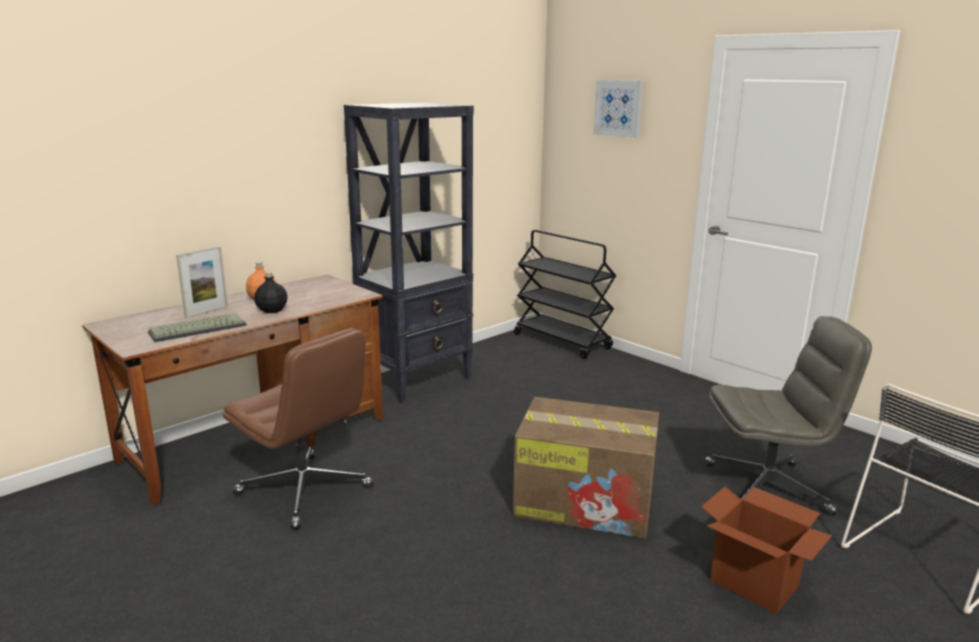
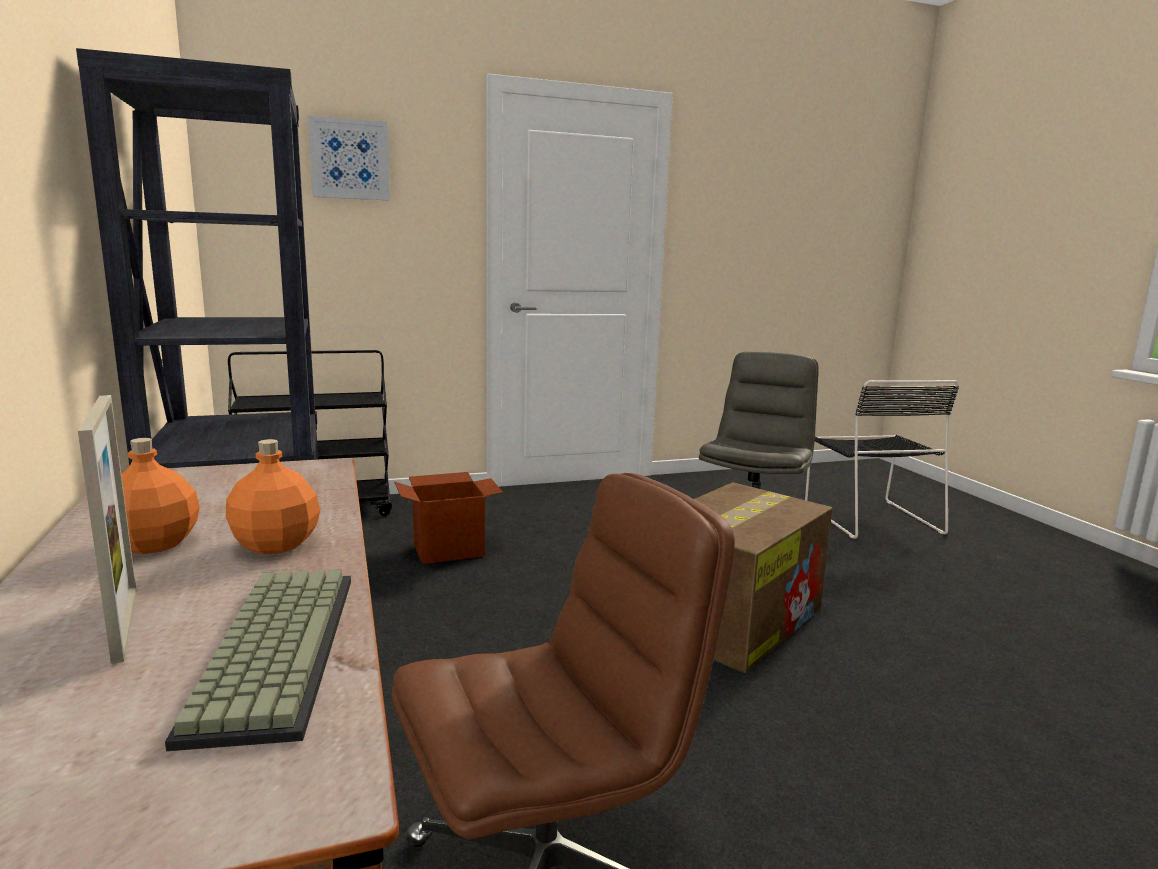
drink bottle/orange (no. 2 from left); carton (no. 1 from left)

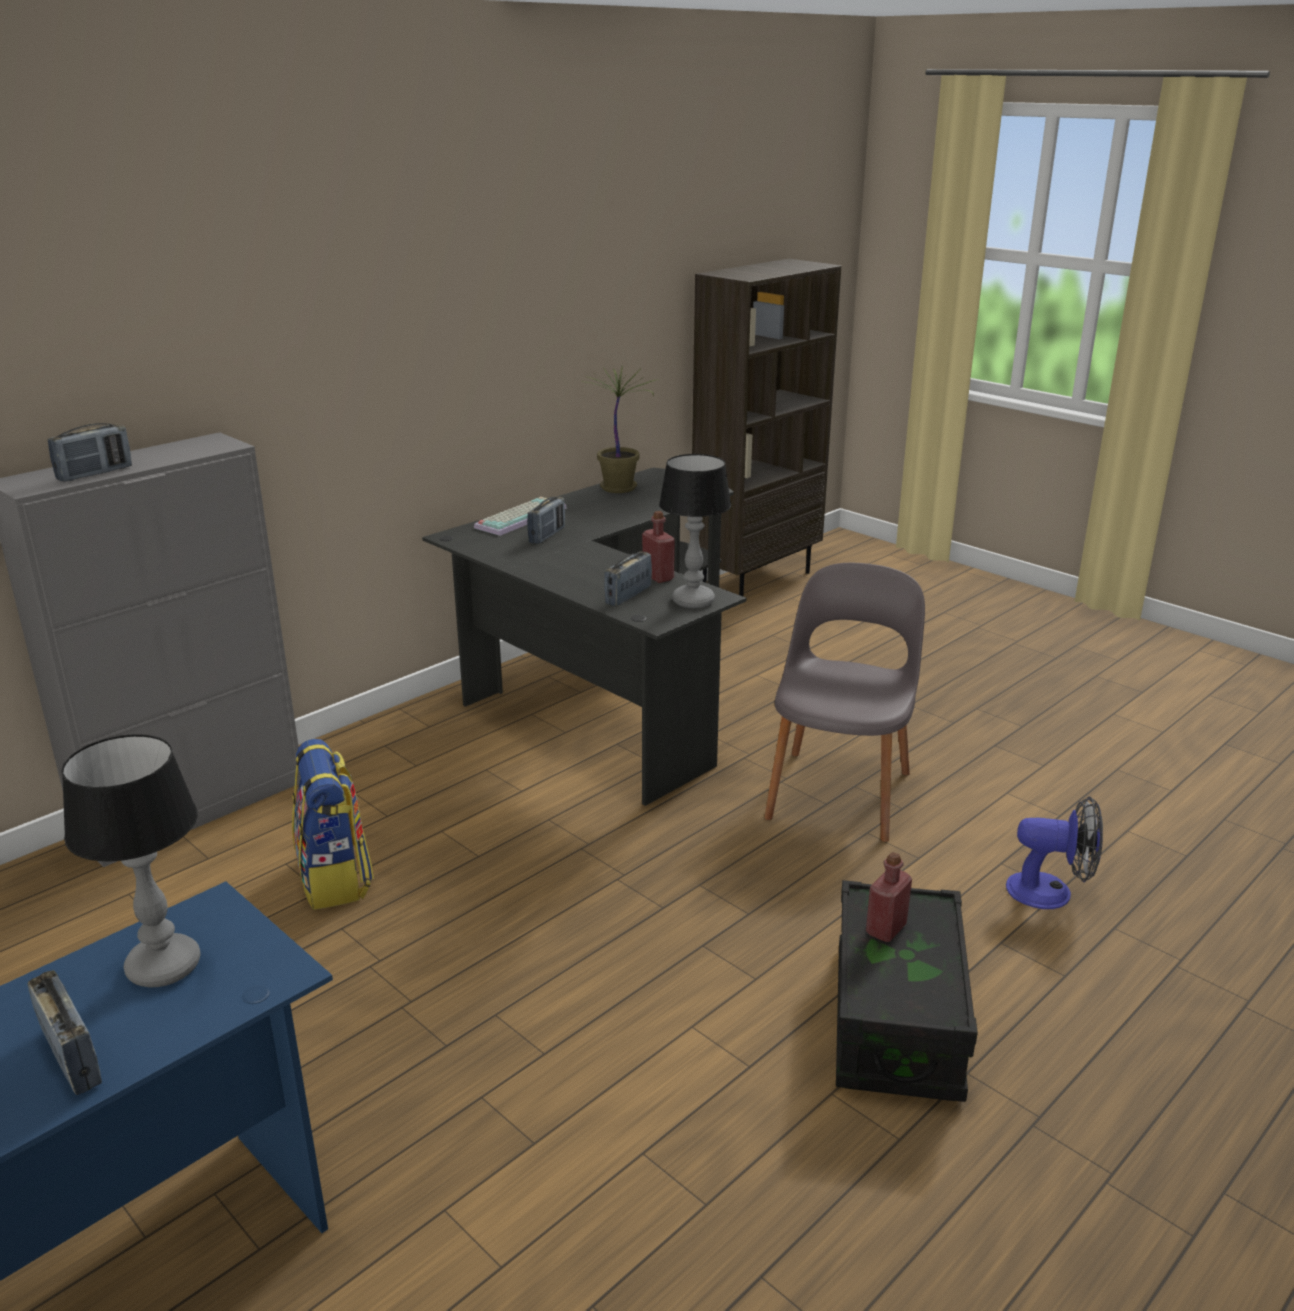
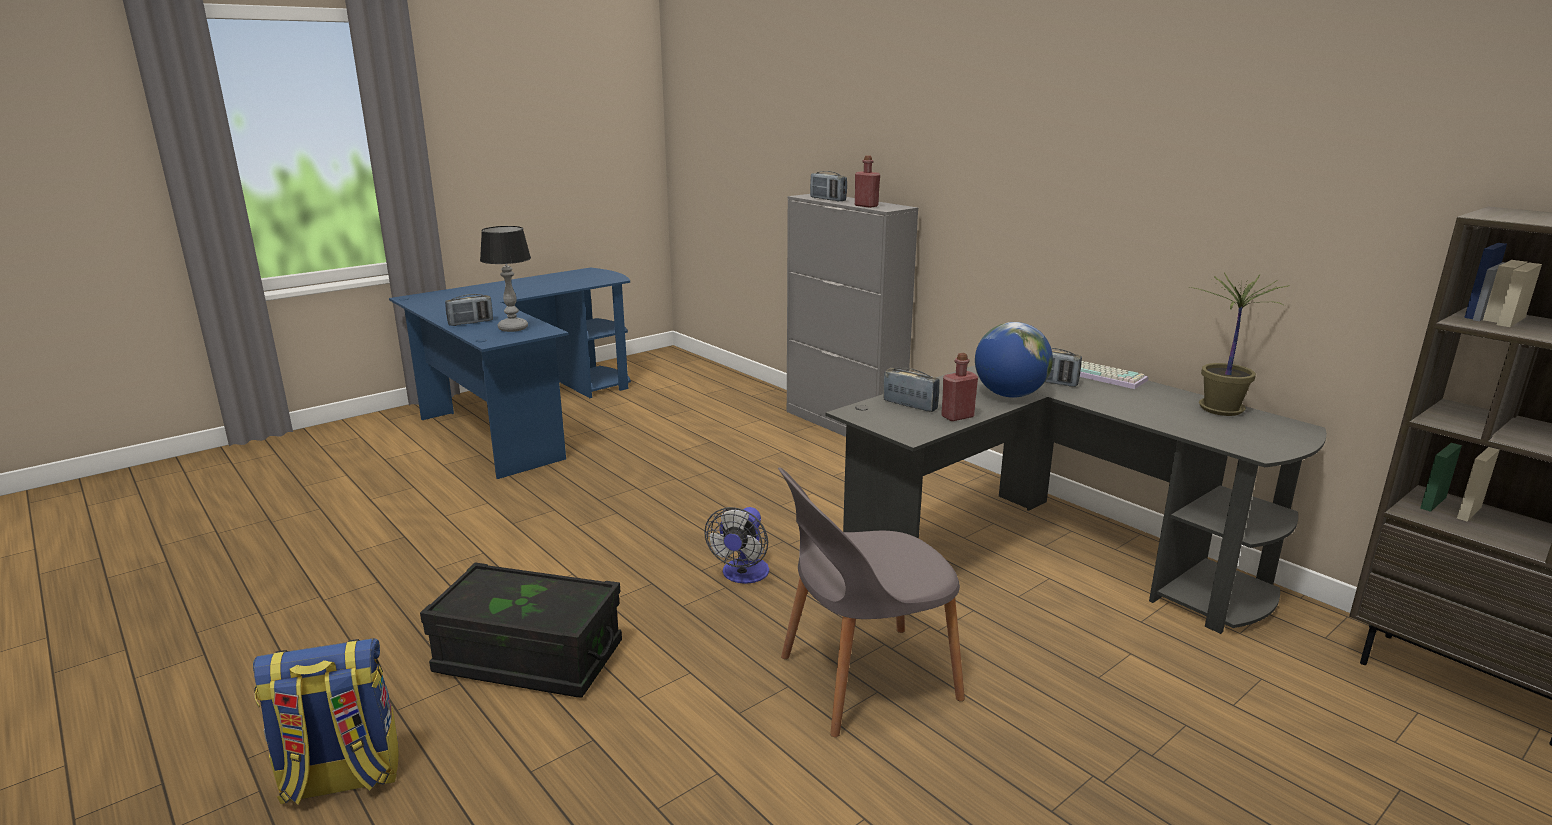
rucksack; table lamp (no. 2 from left in the first image); plain chair/grey; drink bottle/red-coloured (no. 1 from left); electric fan; world globe

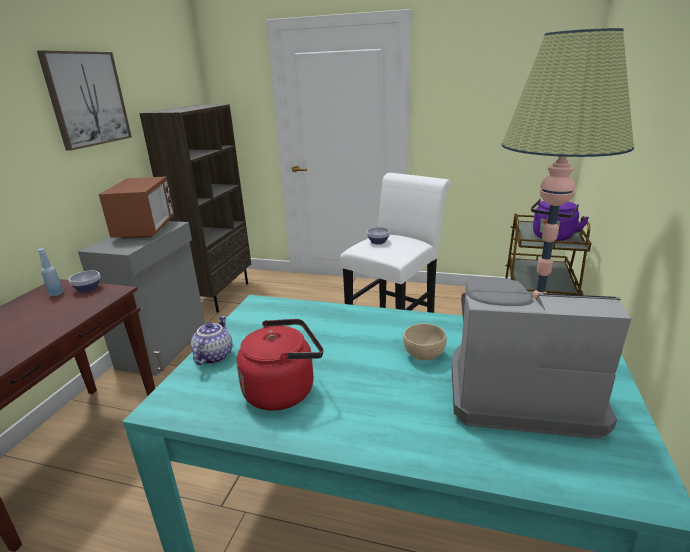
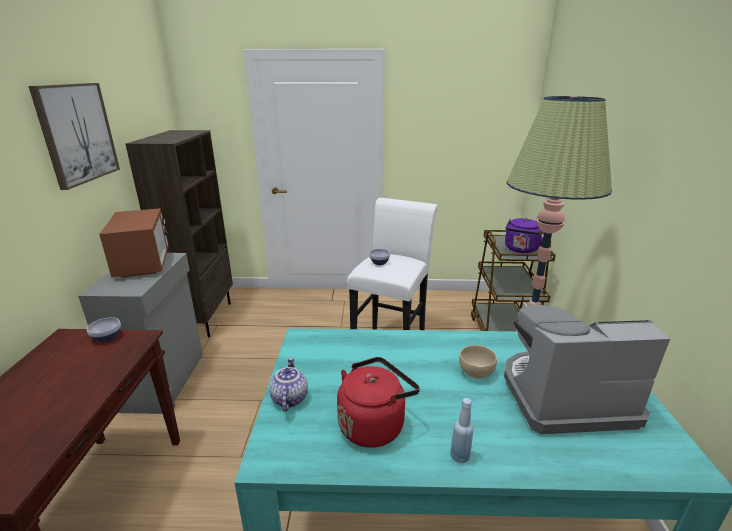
drink bottle/bluish

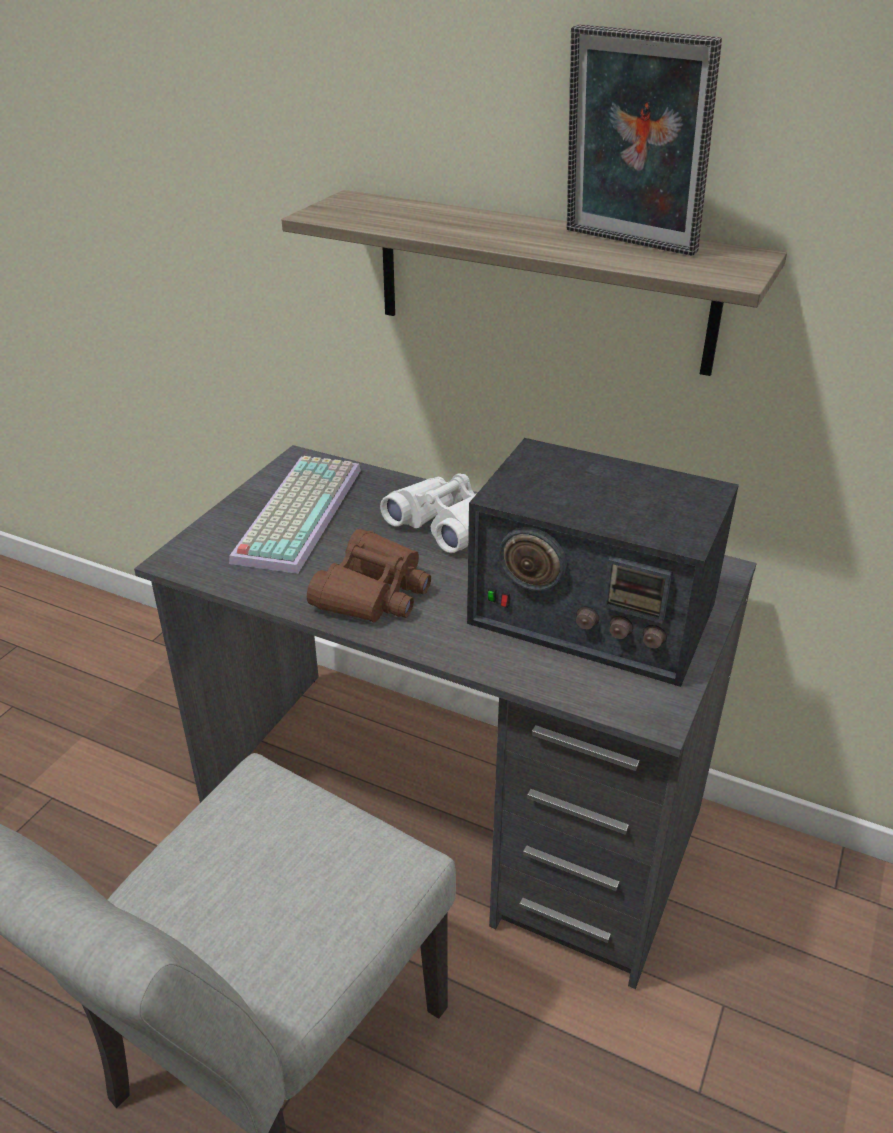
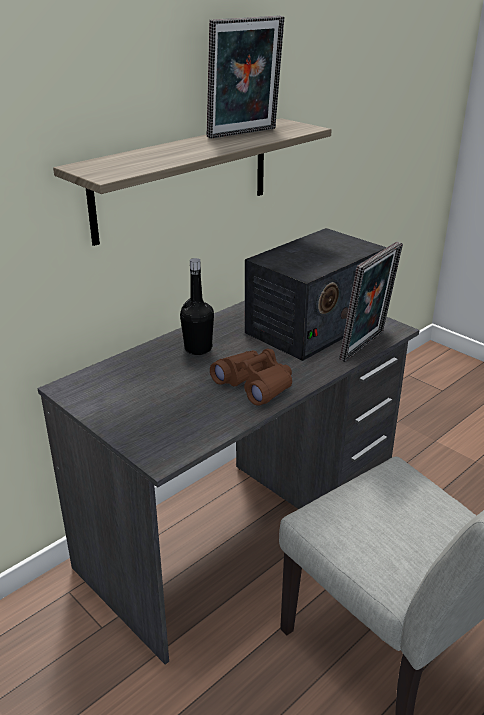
PC keyboard; drink bottle/blackish; picture frame (no. 2 from left)

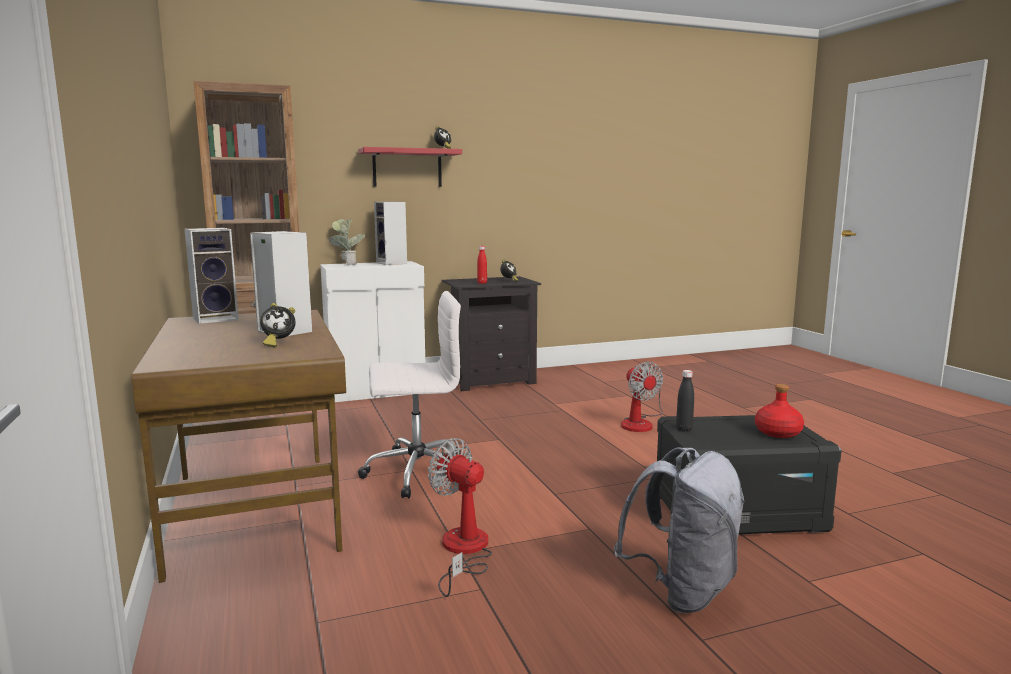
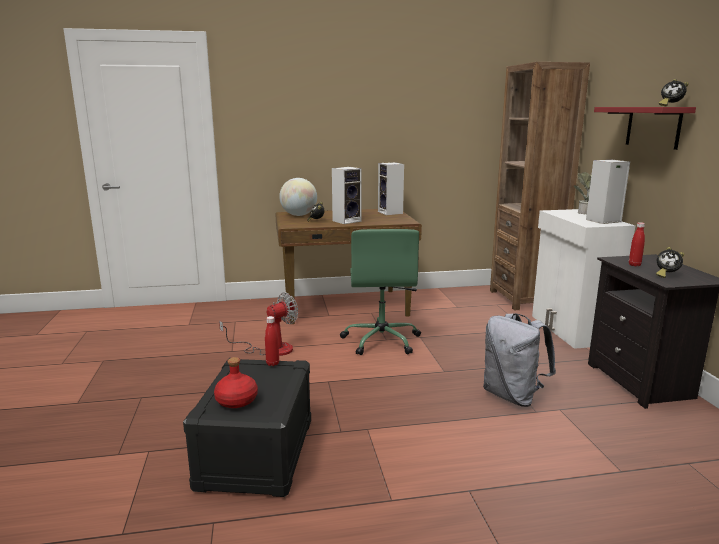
desk chair/green-coloured; rucksack/grey; electric fan (no. 2 from left in the first image); drink bottle/red-coloured (no. 2 from left); world globe

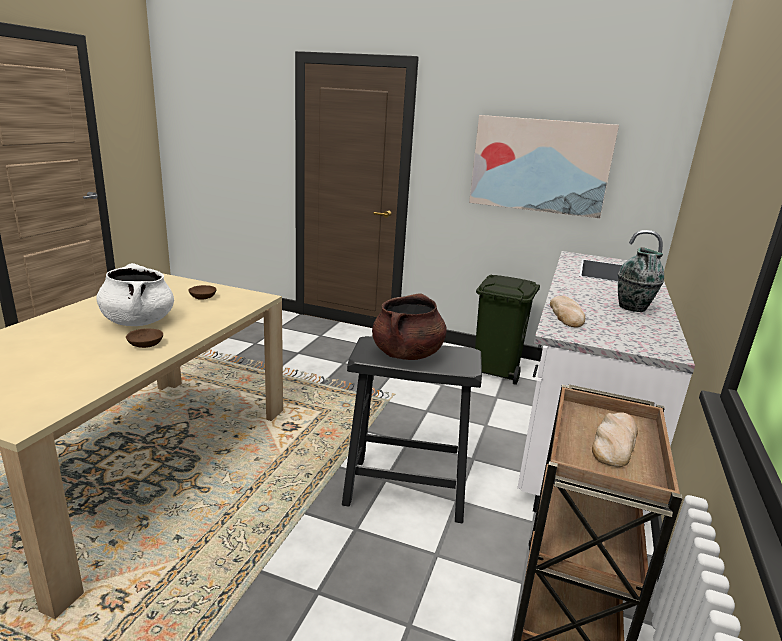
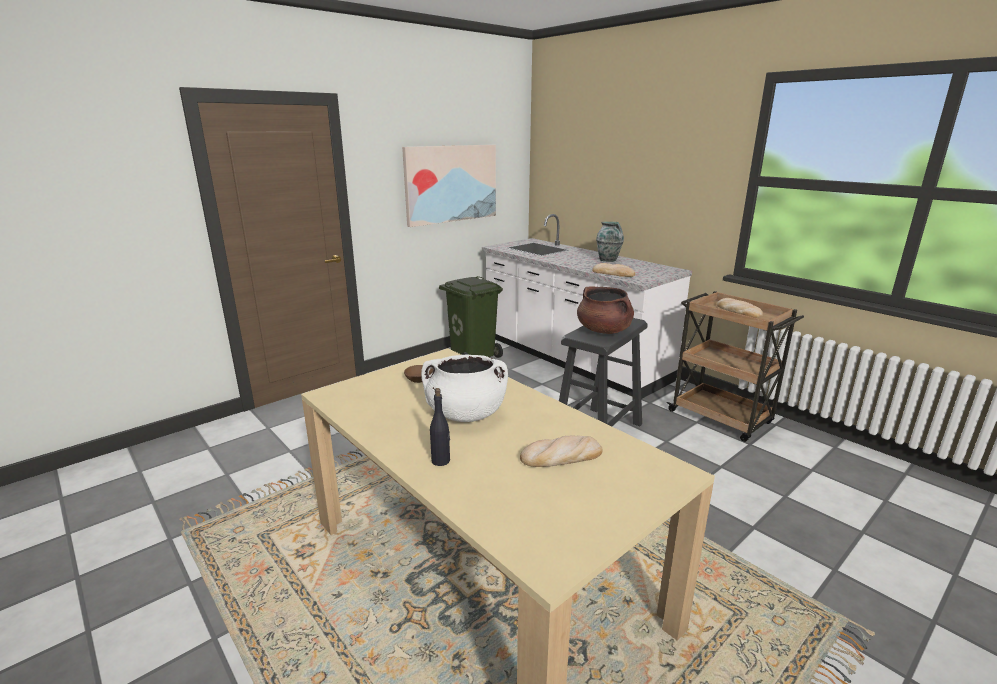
serving bowl/brown (no. 1 from left in the first image); drink bottle/blackish; bakery bread (no. 1 from left)

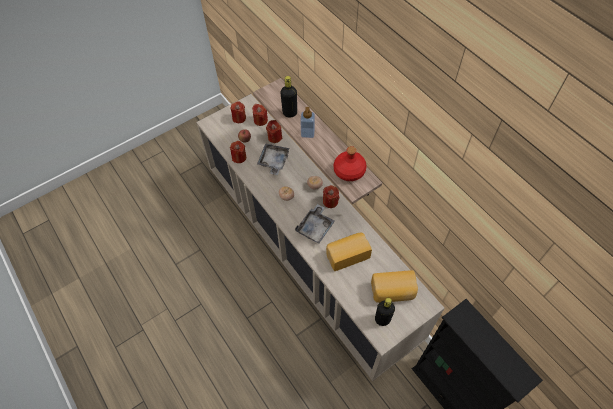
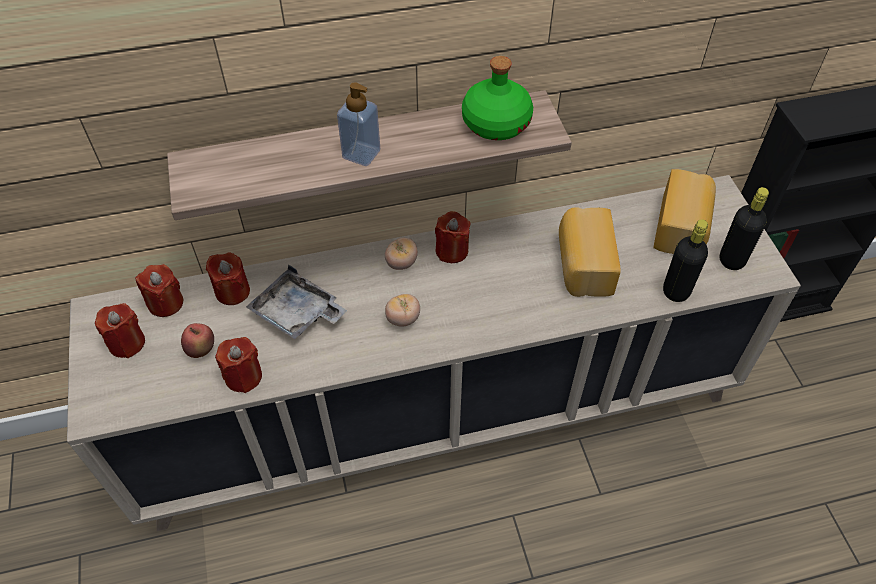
drink bottle/blackish (no. 1 from left); serving tray/grey (no. 2 from left in the first image); drink bottle/green-coloured

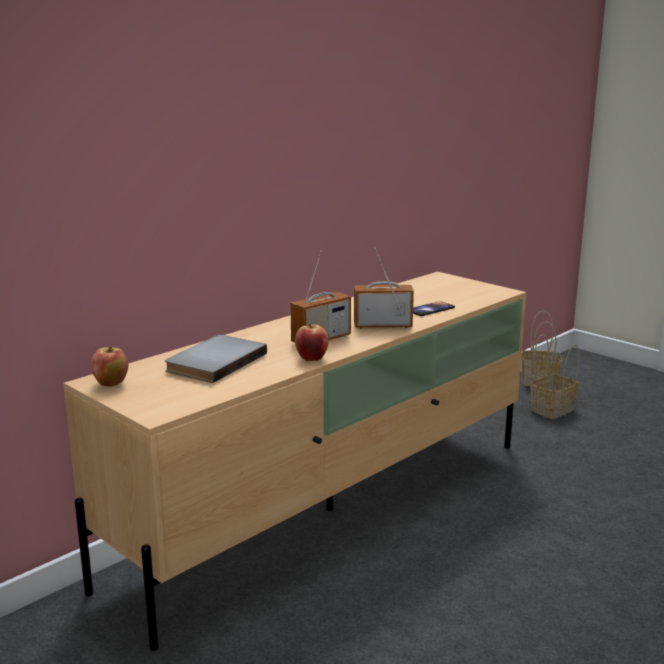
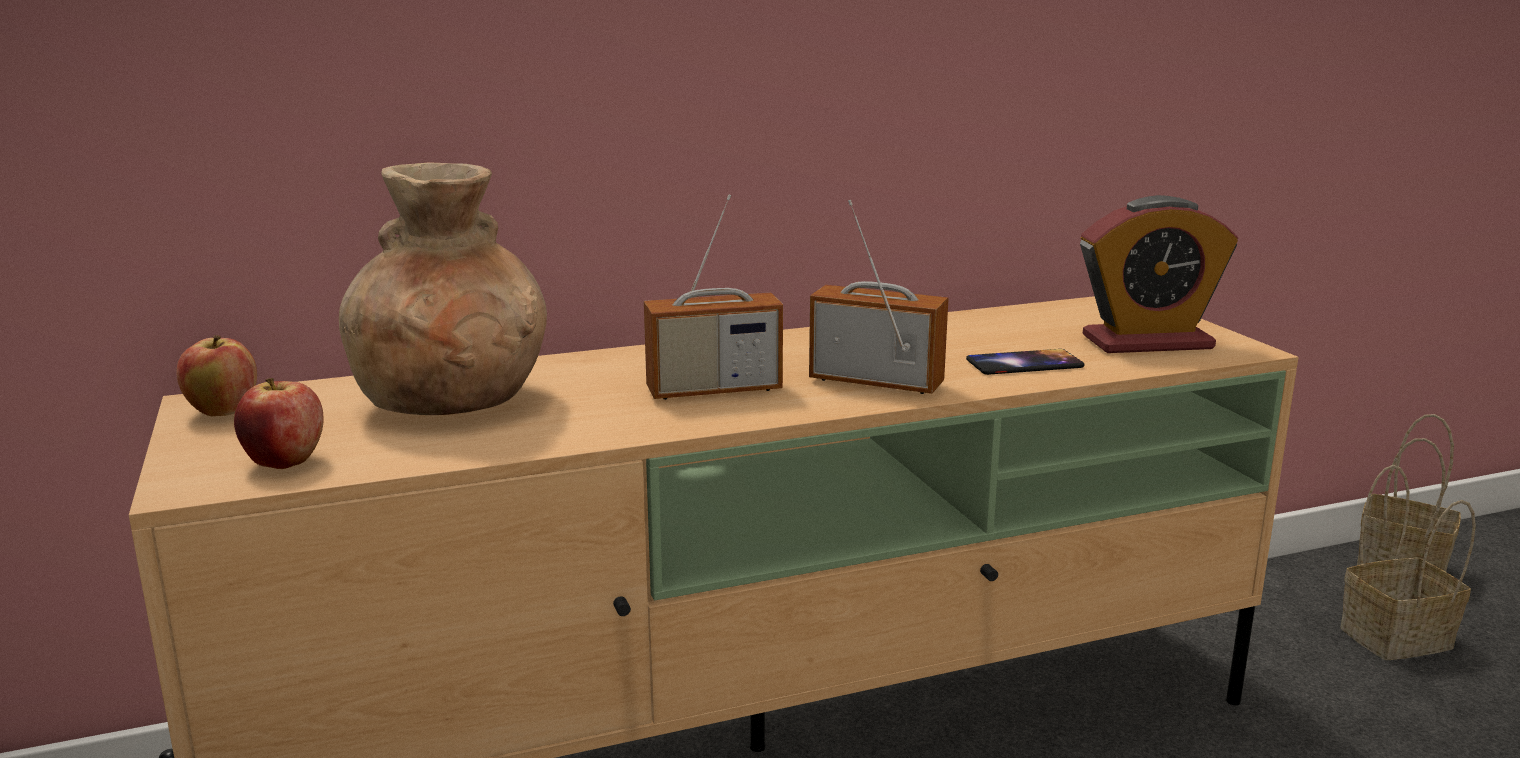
flower vase/brown; apple (no. 2 from left); alarm clock

